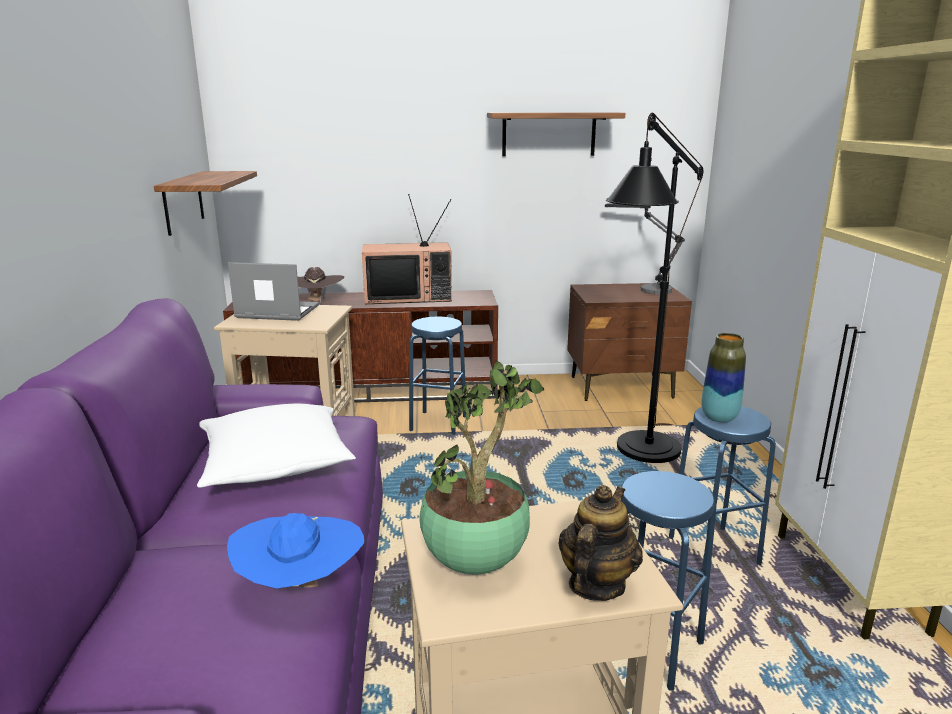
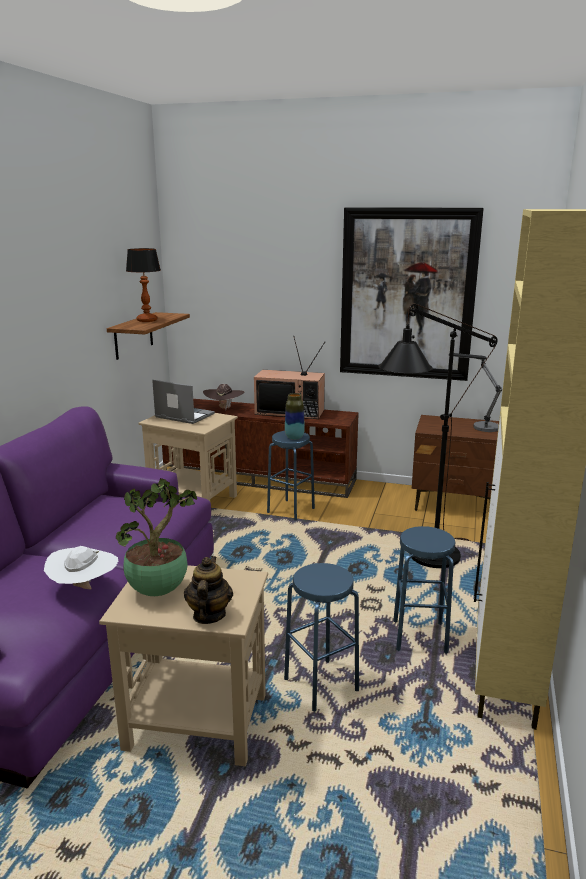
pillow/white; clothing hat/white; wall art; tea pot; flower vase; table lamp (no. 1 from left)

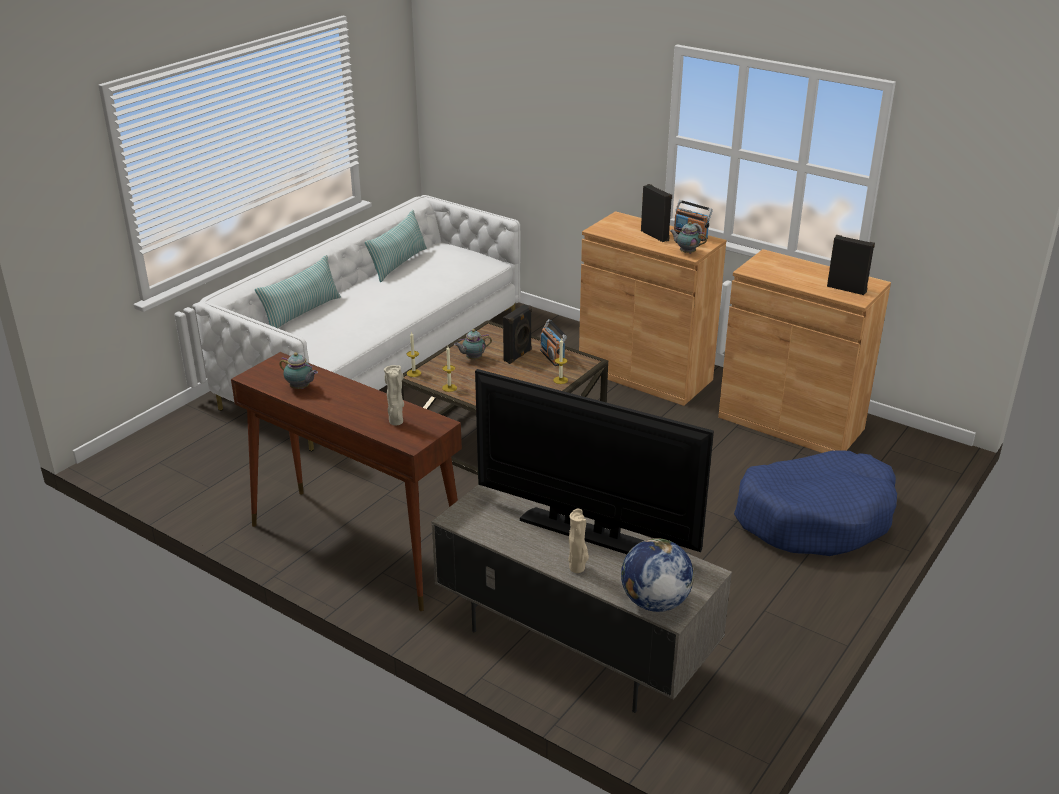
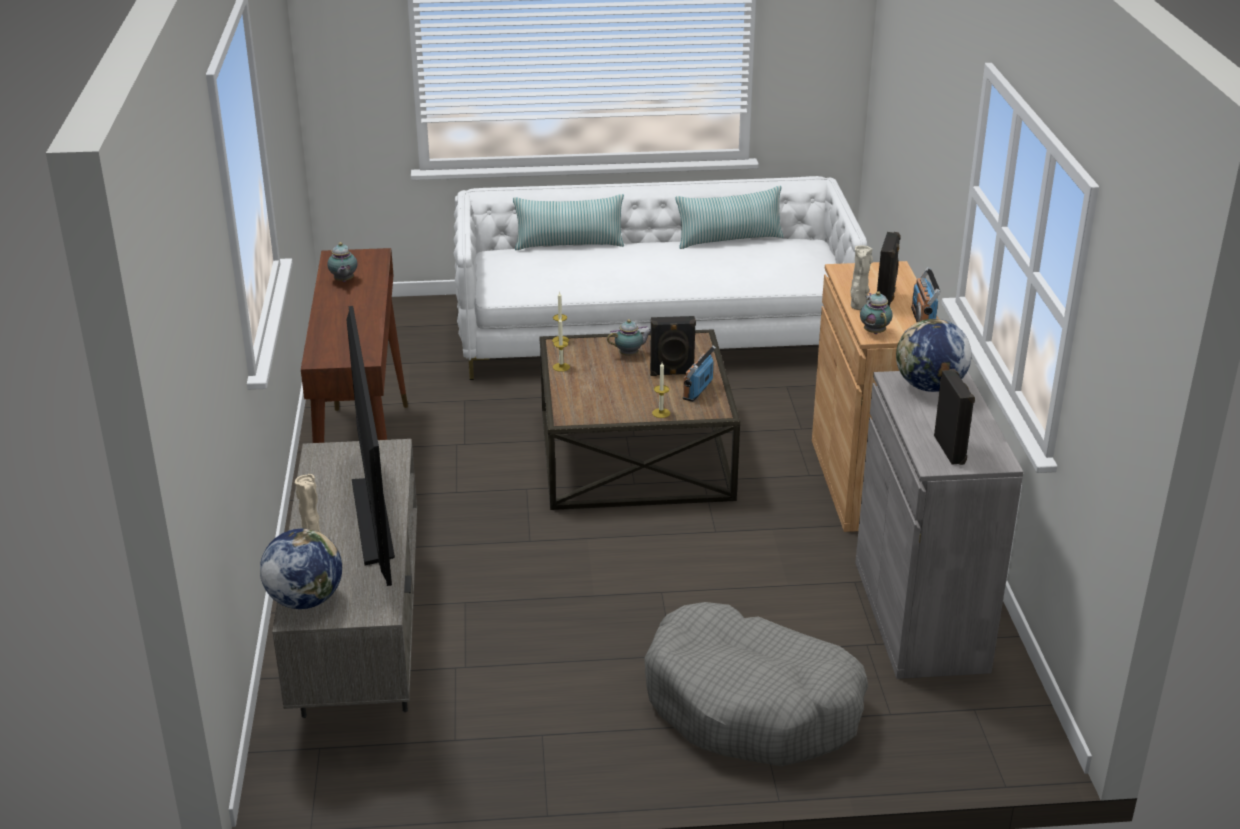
flower vase/beige (no. 2 from left); tea pot (no. 2 from left); cupboard/grey; dog bed/grey; world globe (no. 2 from left)

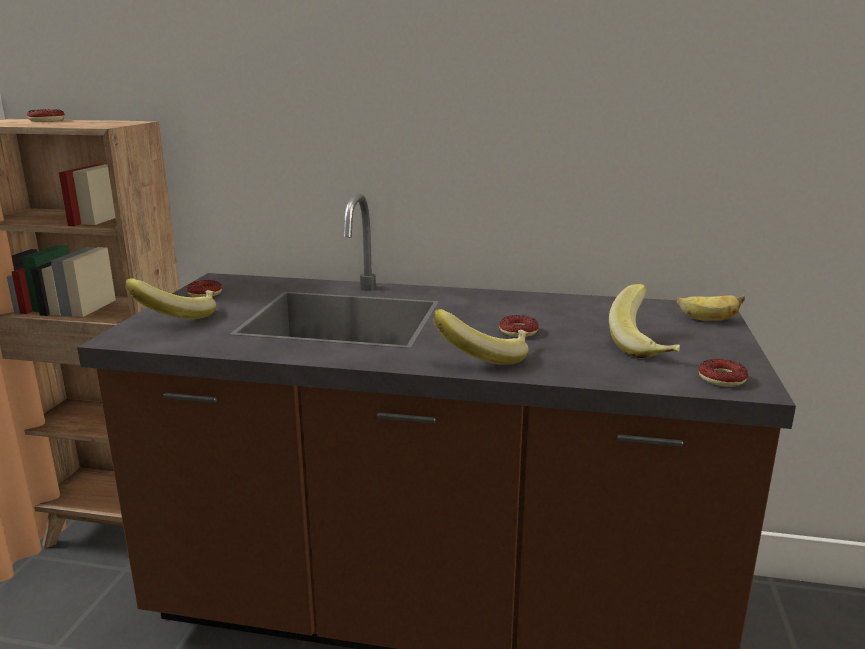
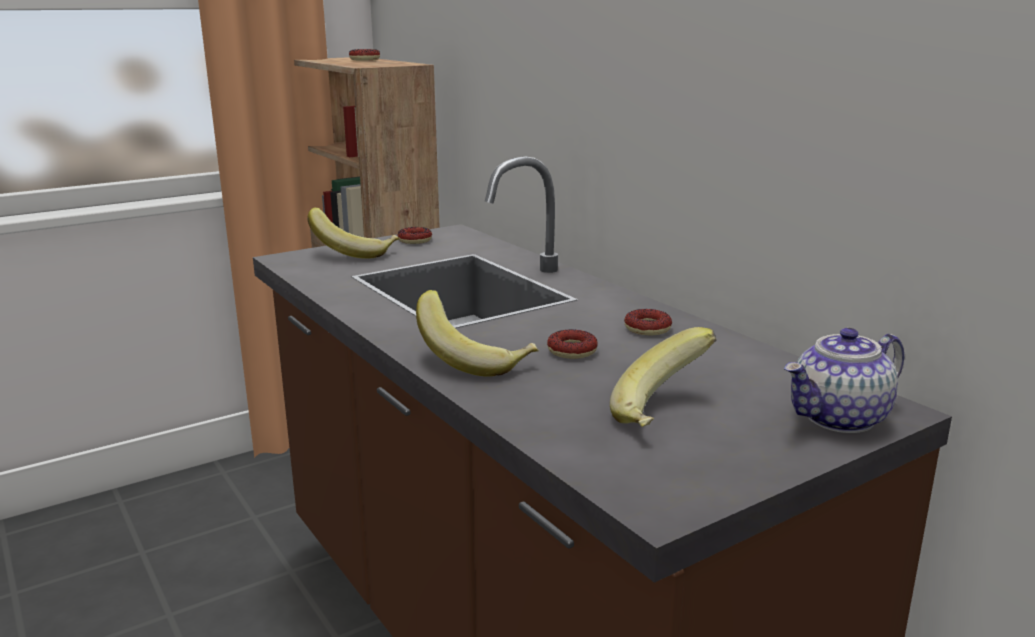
tea pot; donut (no. 4 from left)

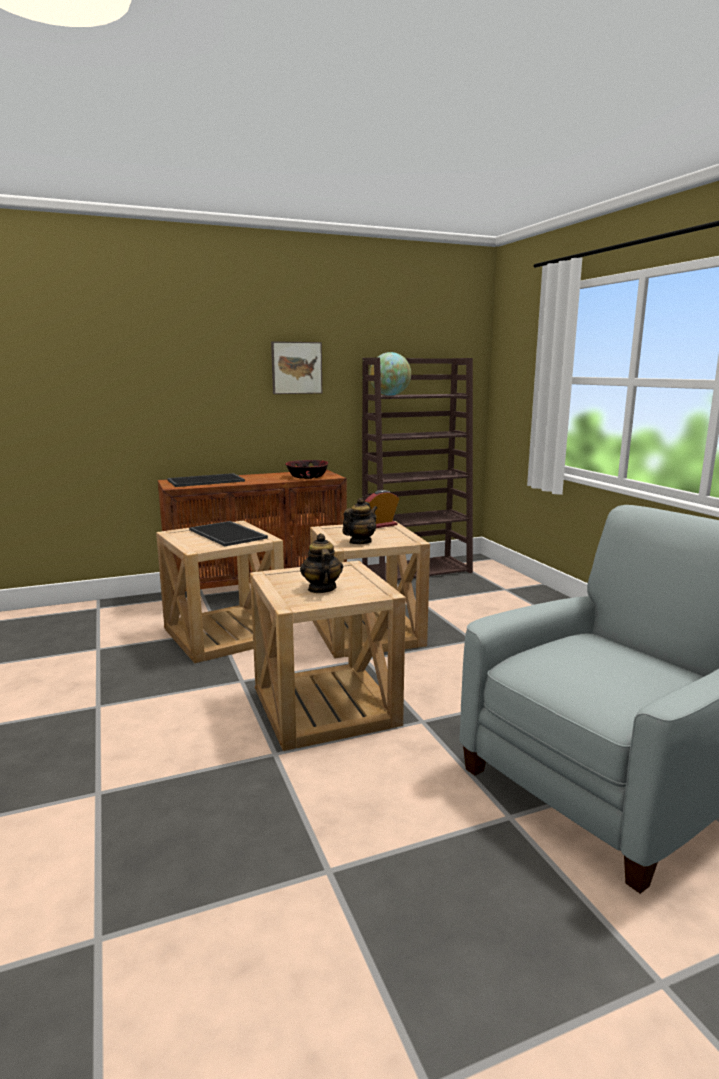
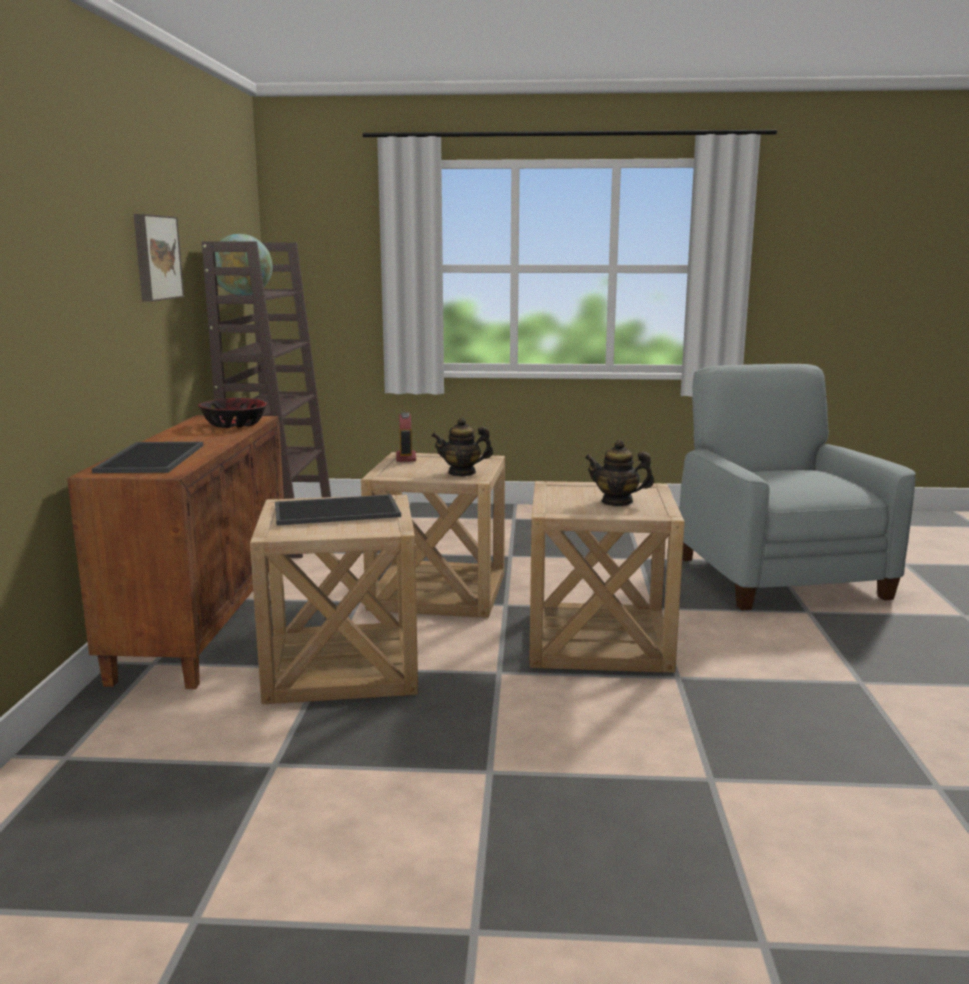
tea pot (no. 1 from left)

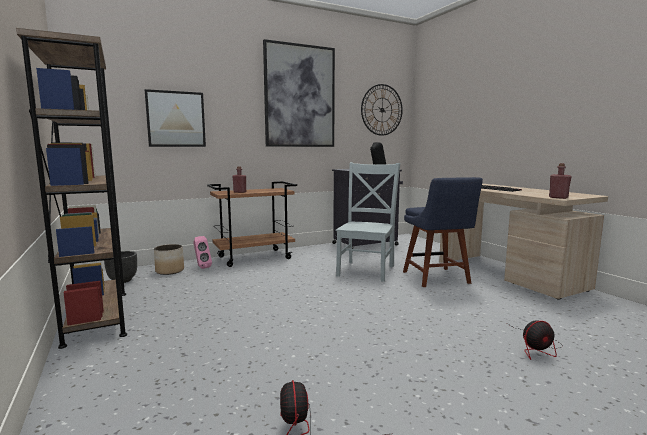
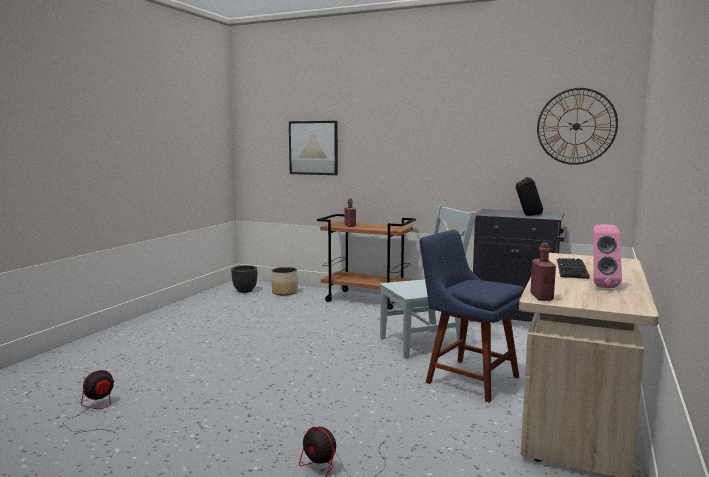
bookcase/brown; audio speaker/pink-coloured; wall art (no. 2 from left in the first image); plain chair/bluish

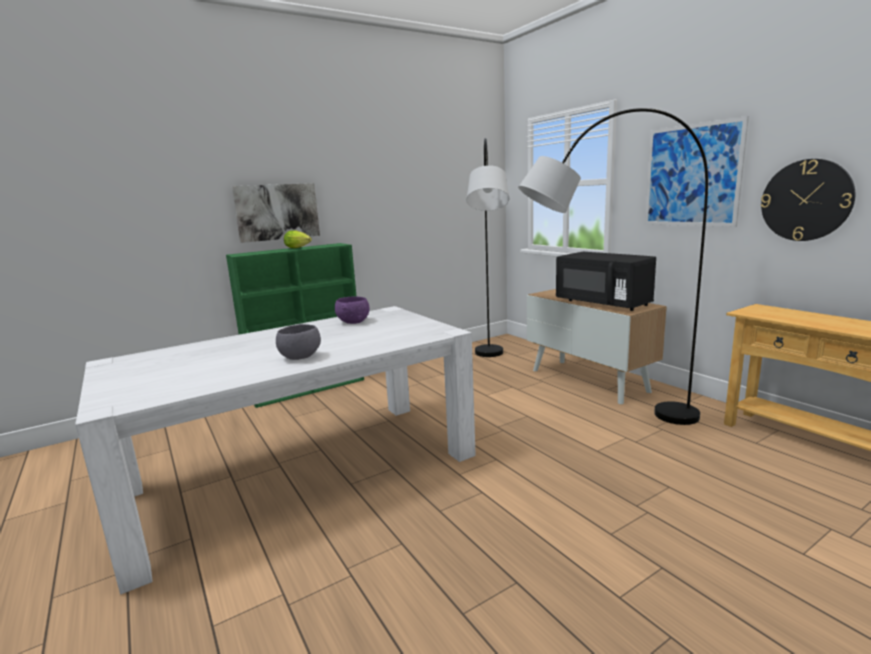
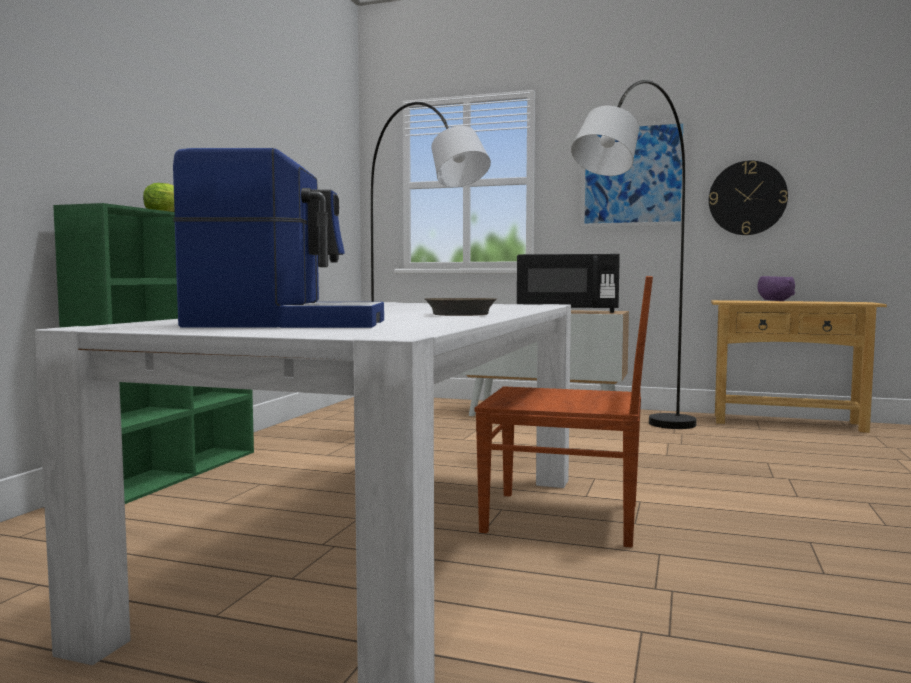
wall art (no. 1 from left in the first image); pan/brown; serving bowl/purplish; coffee brewer; plain chair/brown

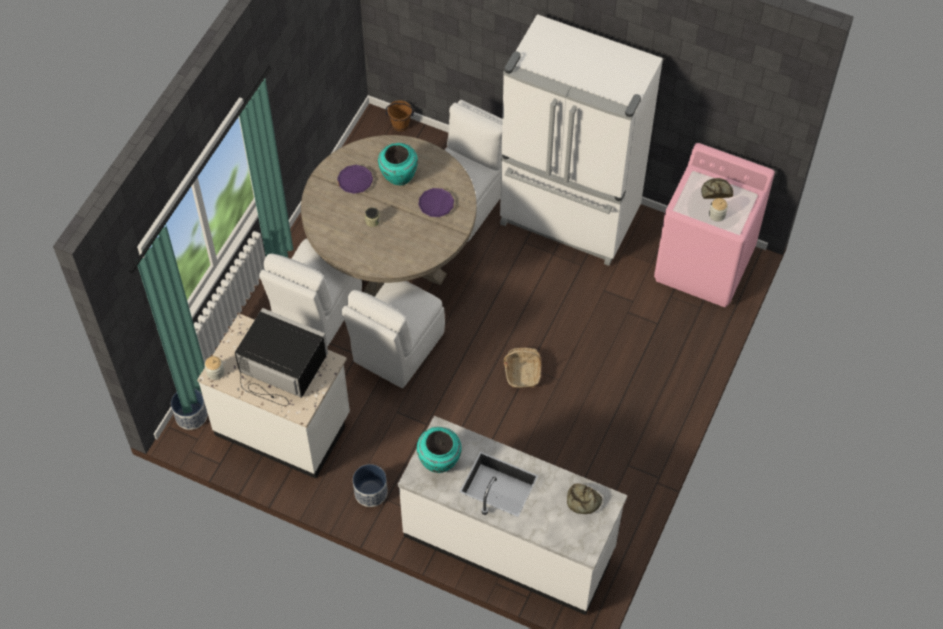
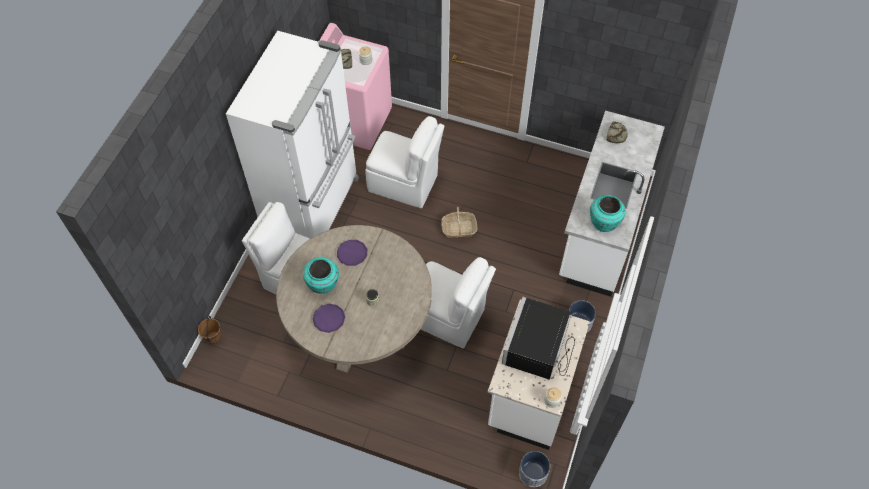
plain chair/white (no. 2 from left)

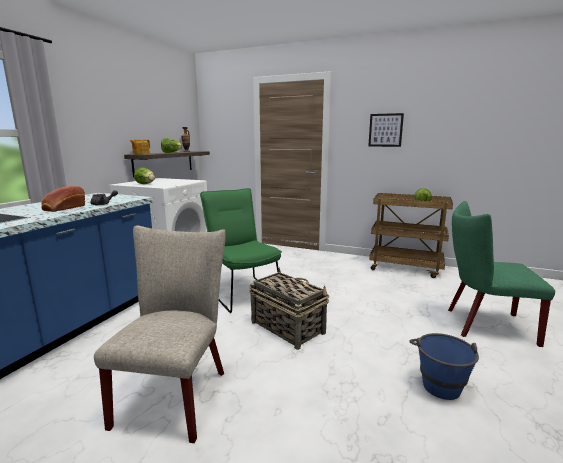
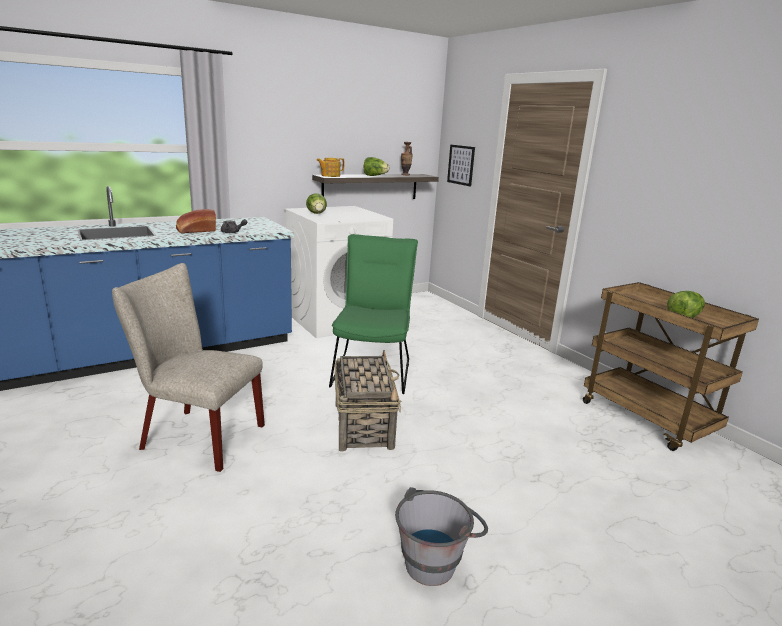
plain chair/beige; wall art; bucket/grey; plain chair/green-coloured (no. 2 from left in the first image)

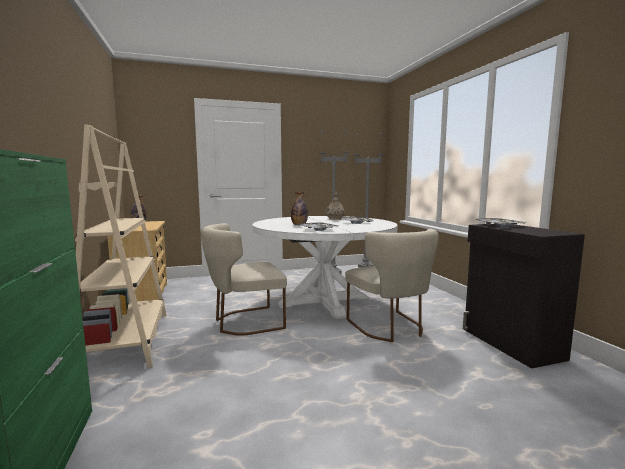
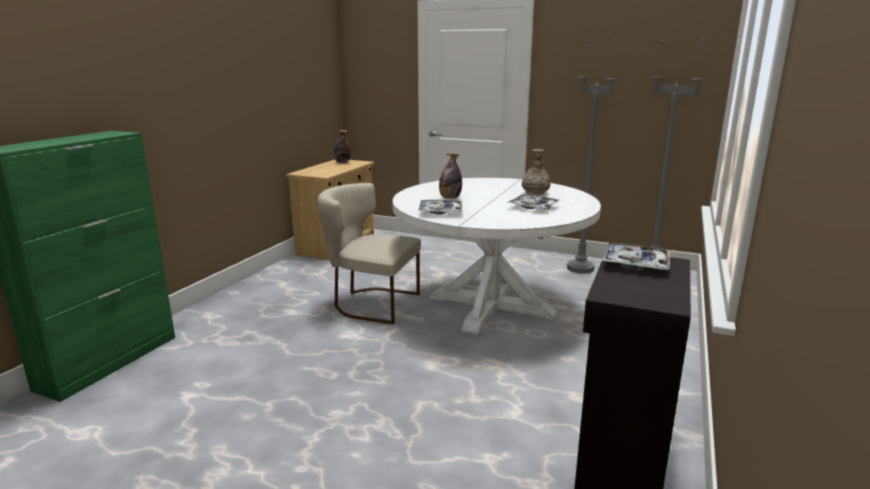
bookcase/beige; plain chair/beige (no. 2 from left in the first image)

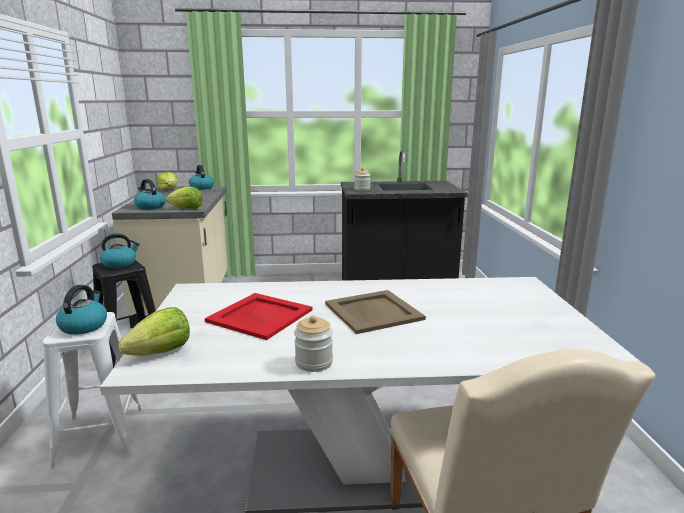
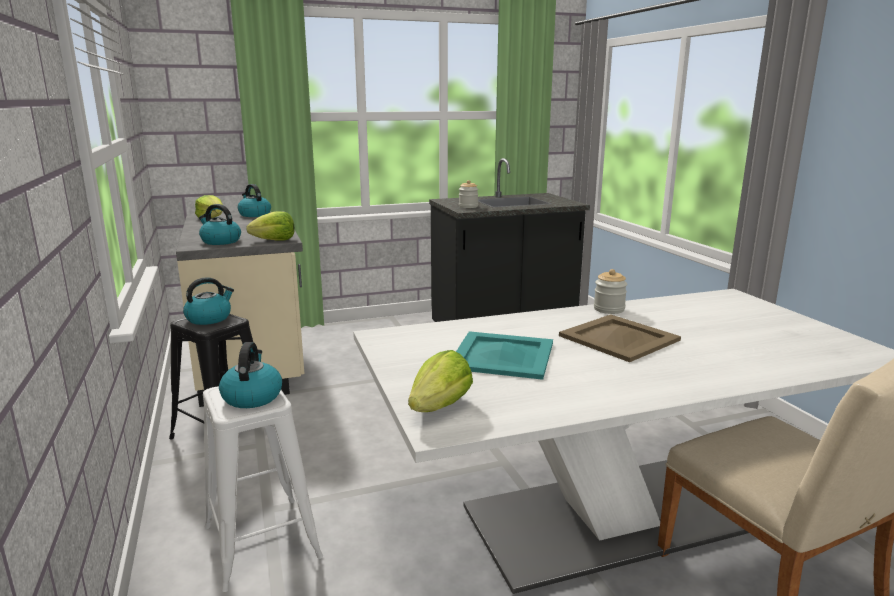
serving tray/turquoise-coloured; storage jar (no. 2 from left)

